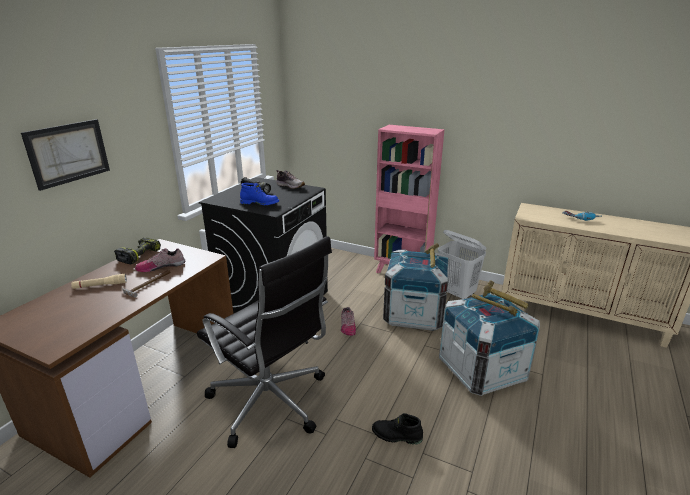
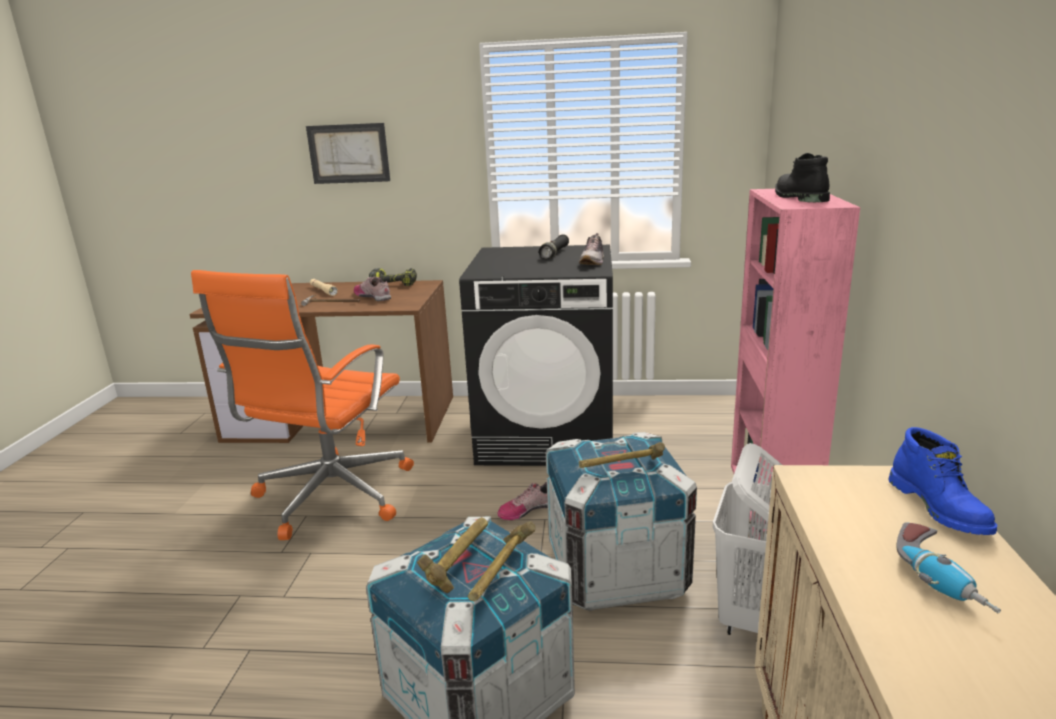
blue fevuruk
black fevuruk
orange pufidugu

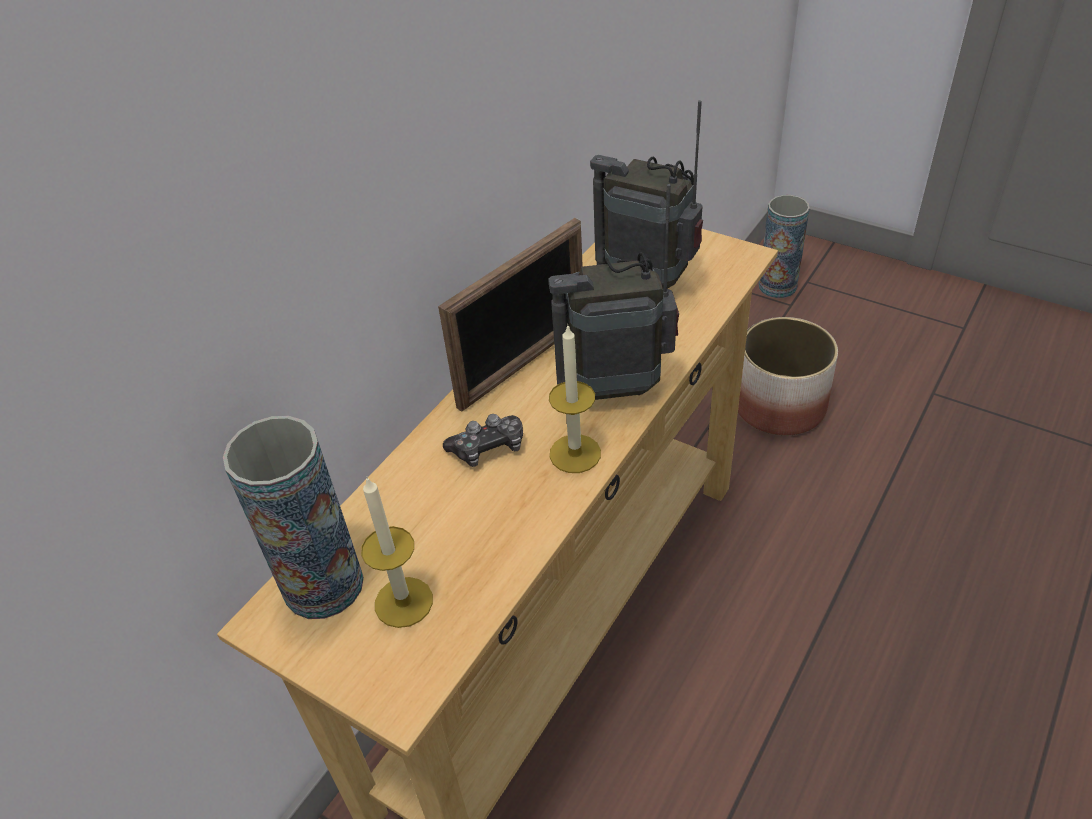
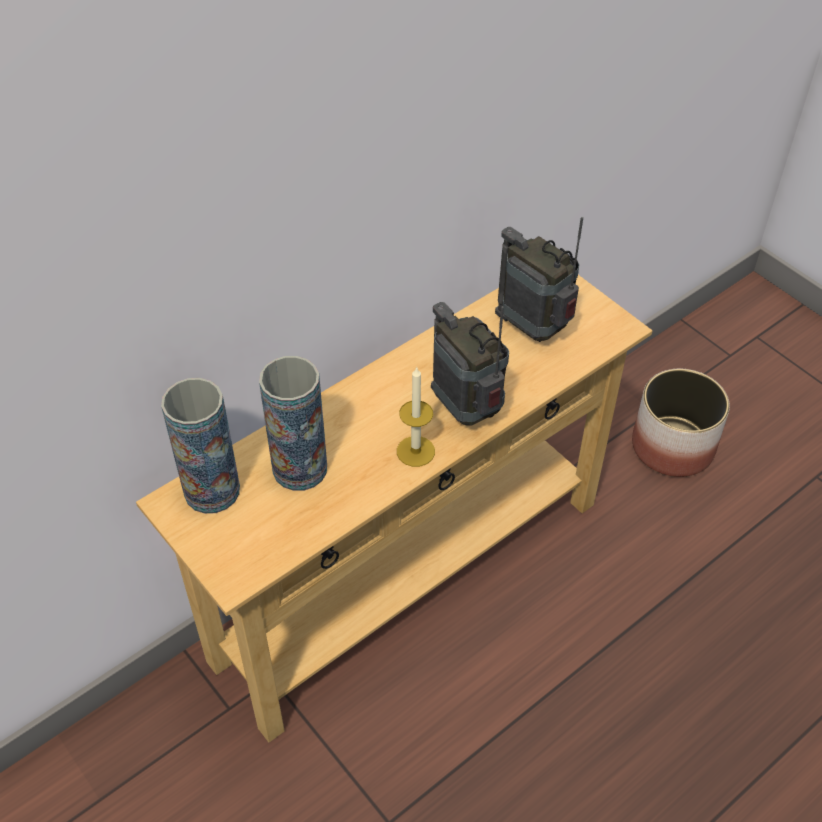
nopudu (1st from left in the first image)
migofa
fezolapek
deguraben (2nd from left)
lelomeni (1st from left)

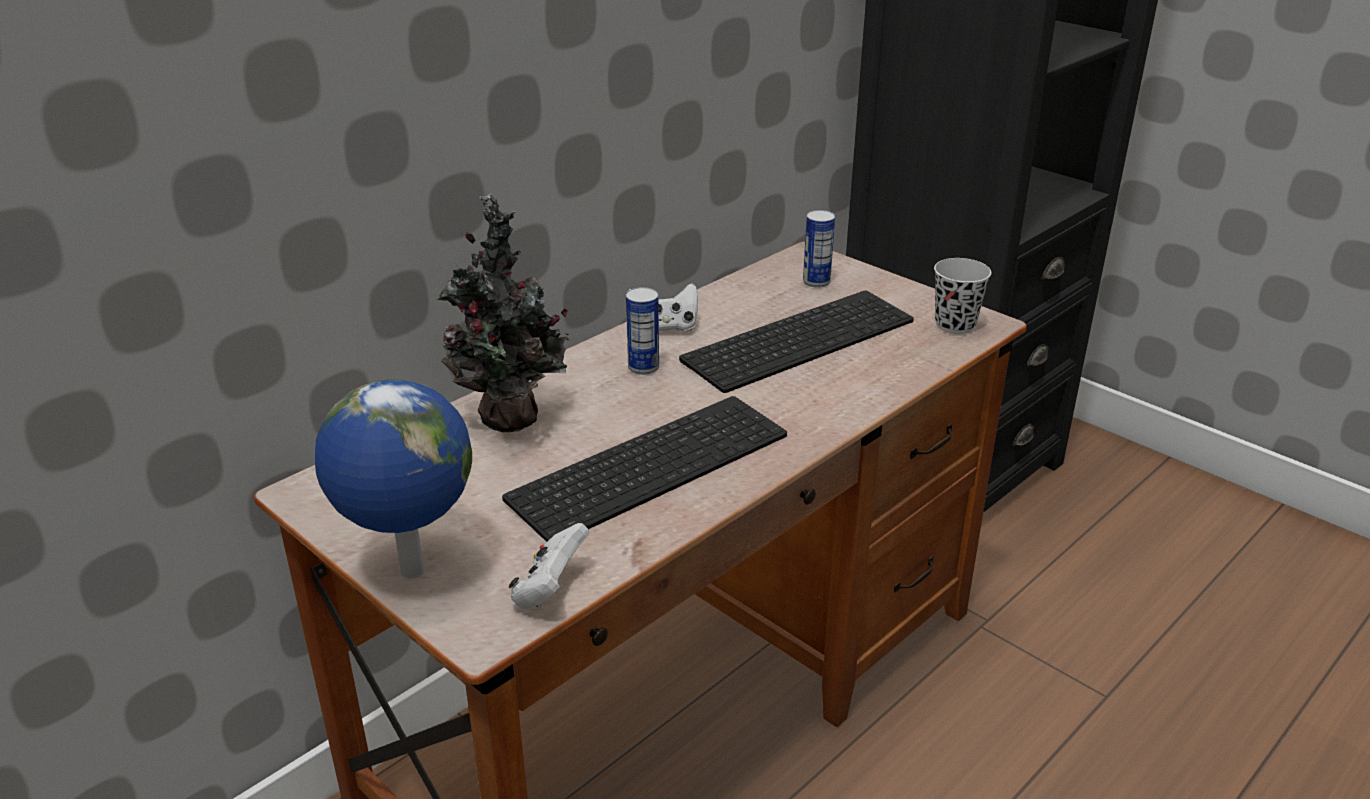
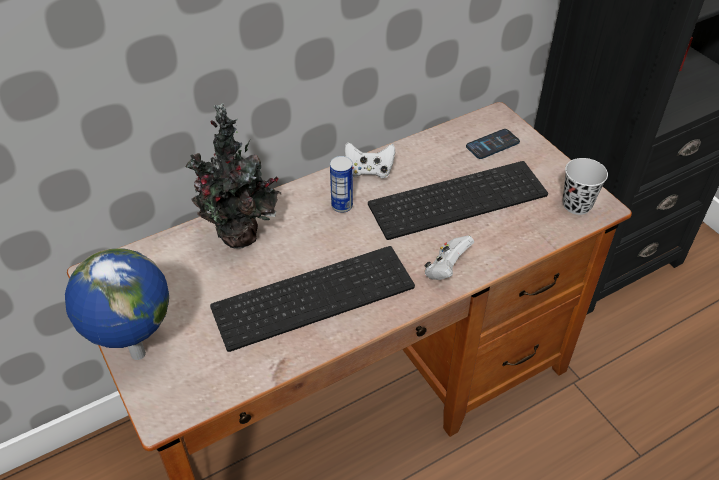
white fezolapek (2nd from left)
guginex

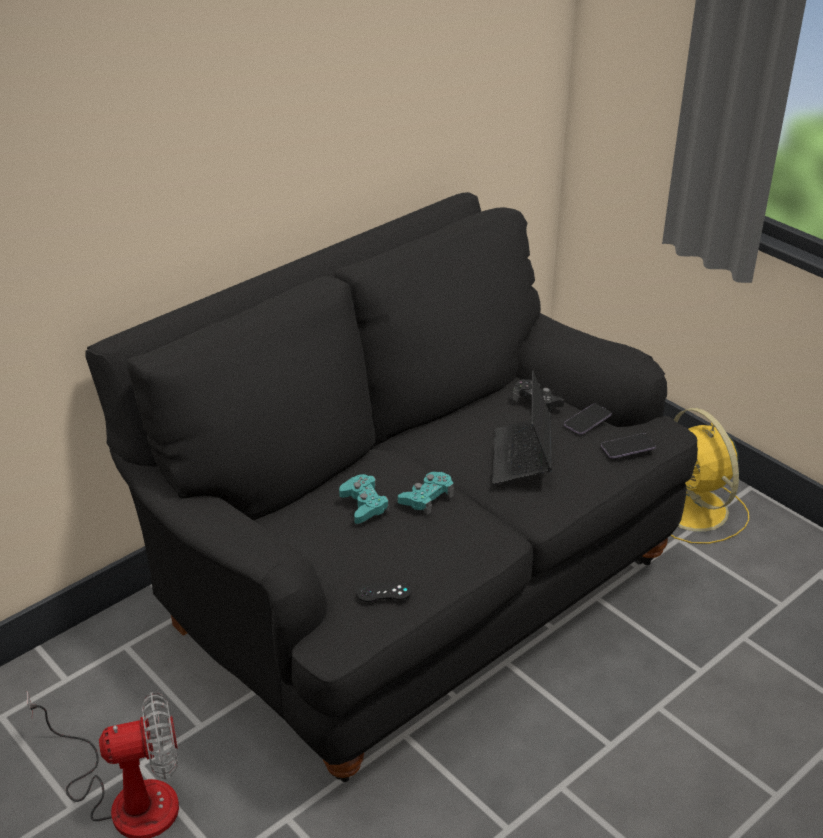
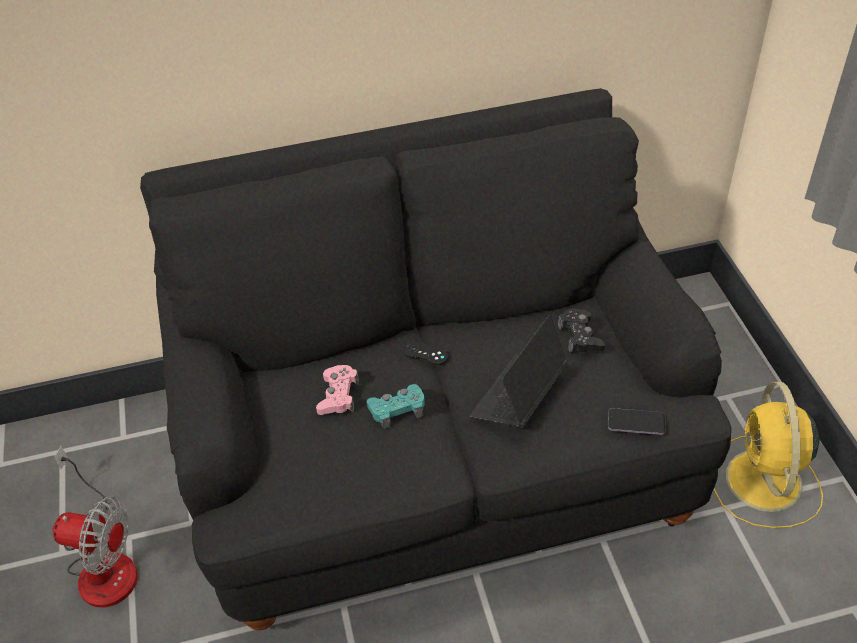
guginex (1st from left in the first image)
black fezolapek (1st from left)
pink fezolapek

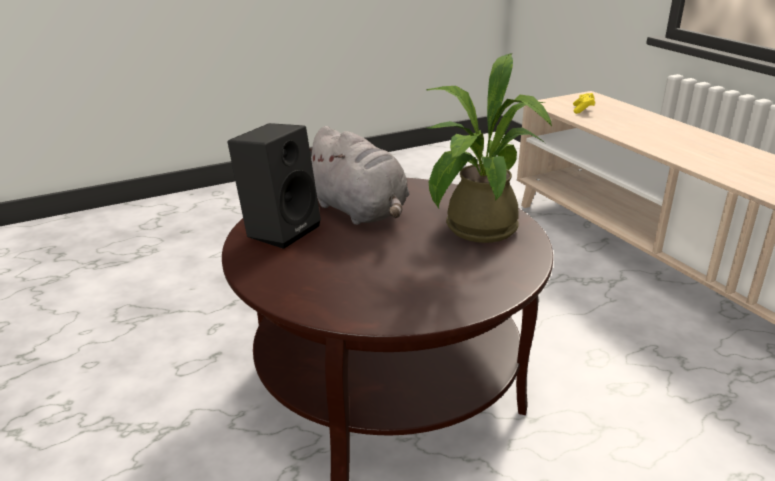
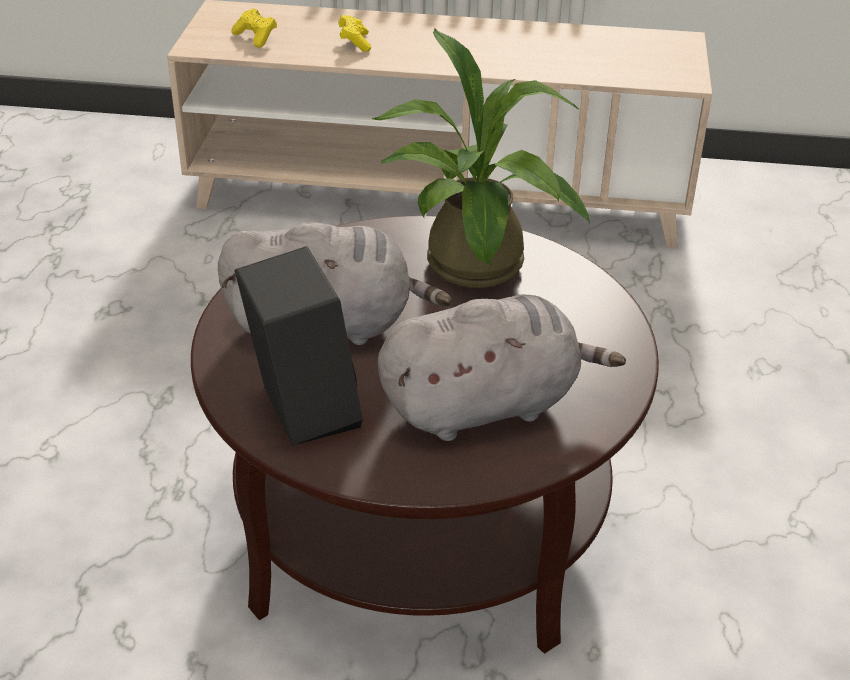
yellow fezolapek (2nd from left)
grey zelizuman (2nd from left)

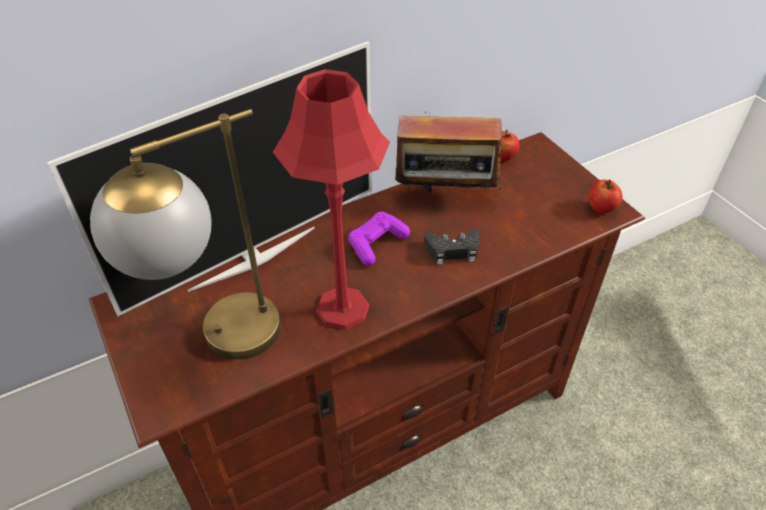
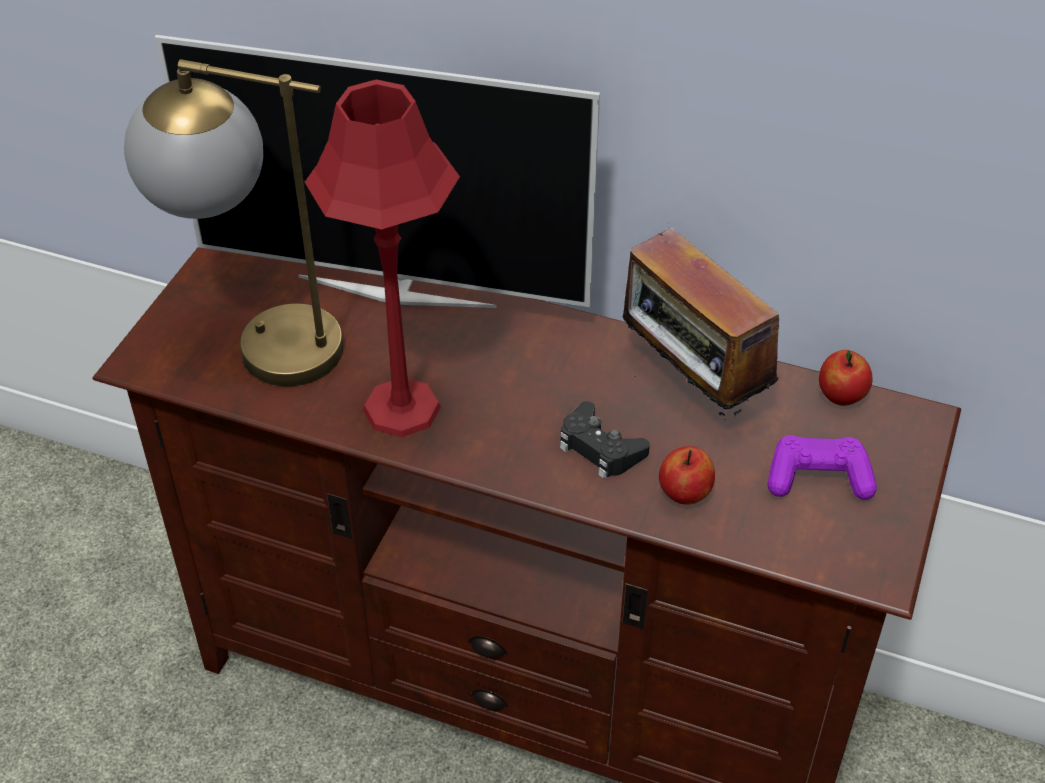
purple fezolapek
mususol (1st from left)

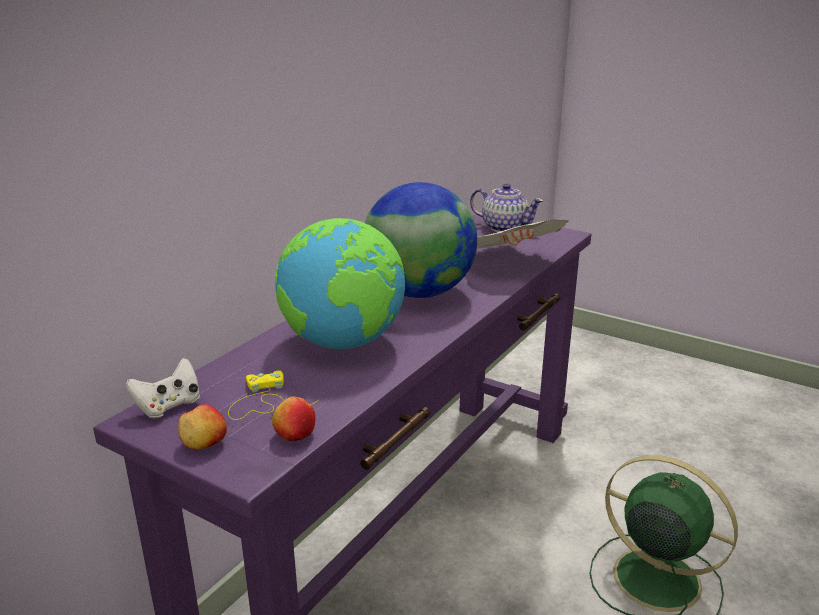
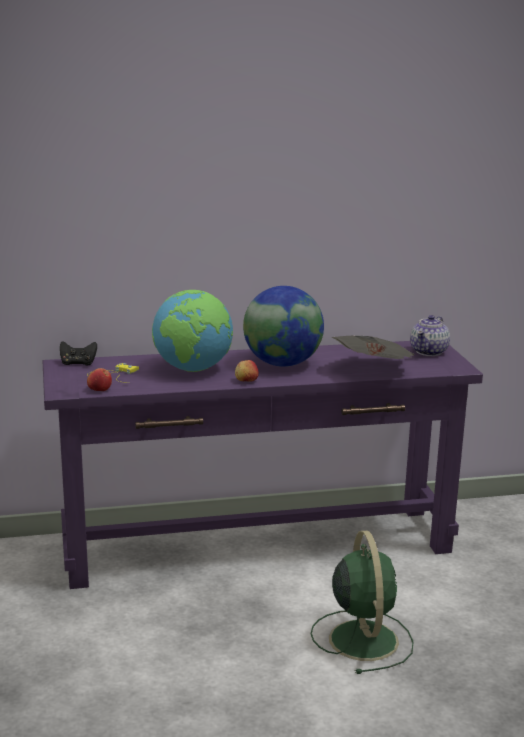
mususol (2nd from left)
black fezolapek
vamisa

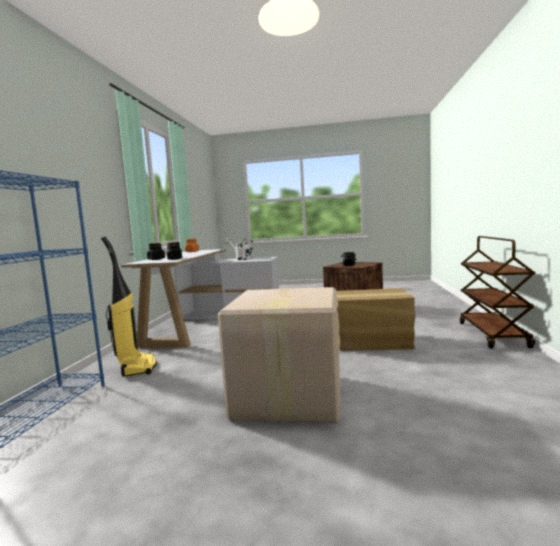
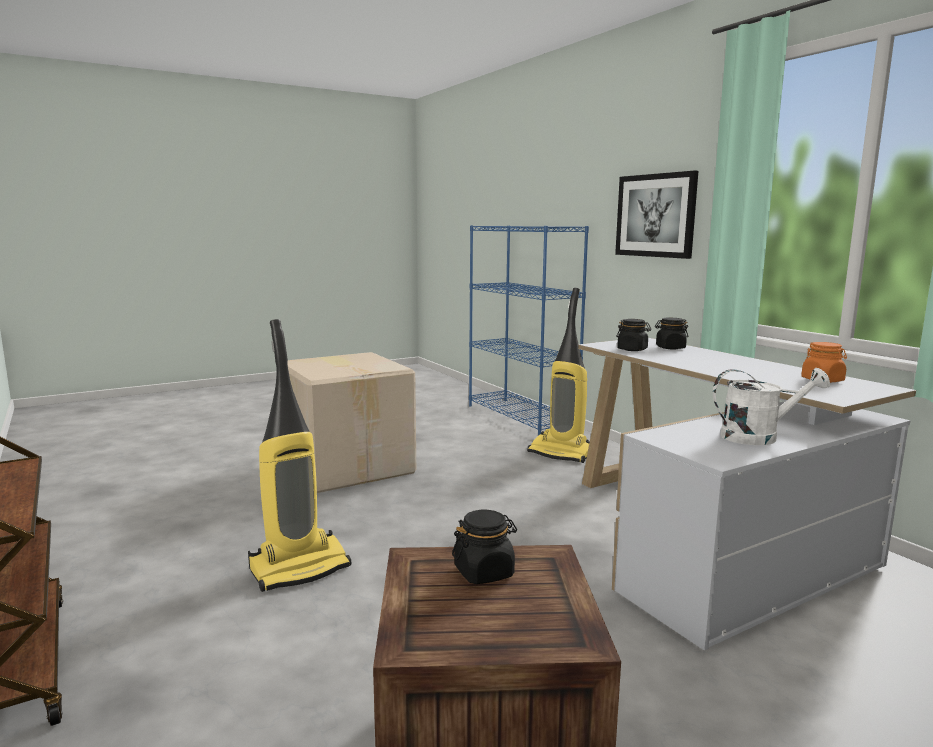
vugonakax
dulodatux (1st from left)

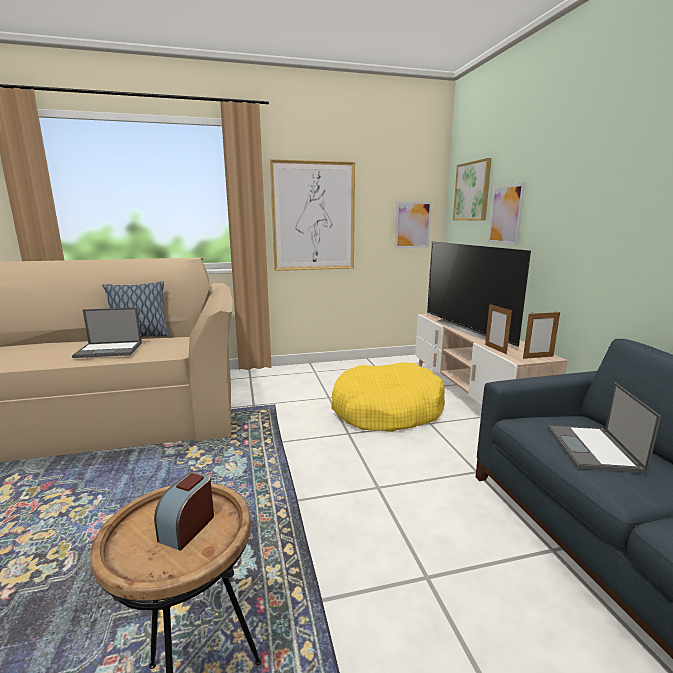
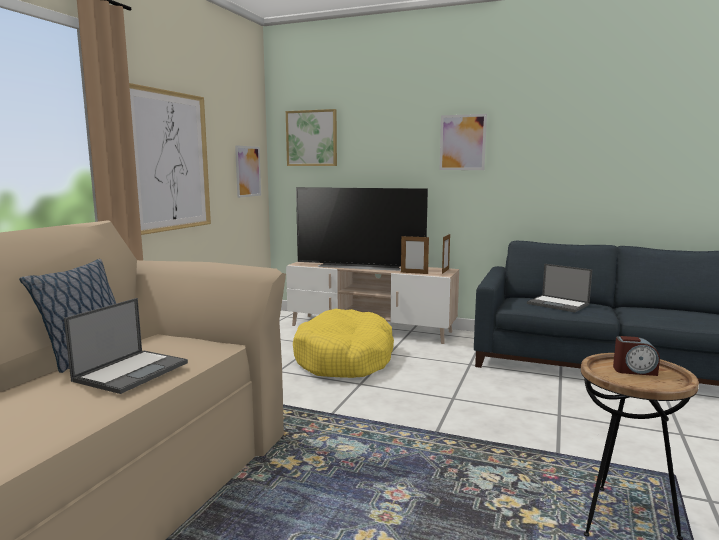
vugonakax (4th from left)
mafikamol

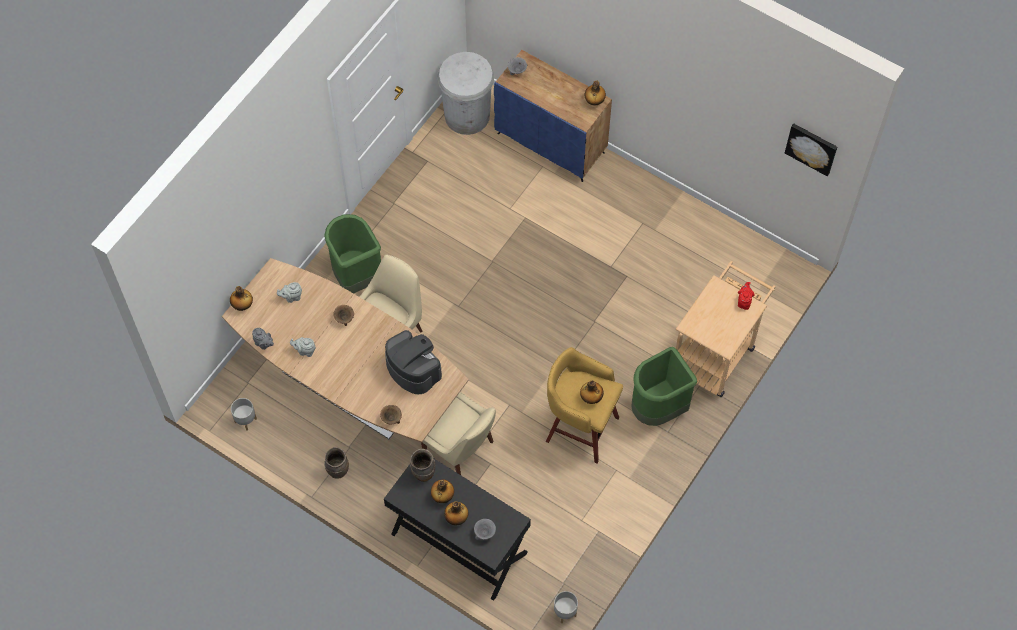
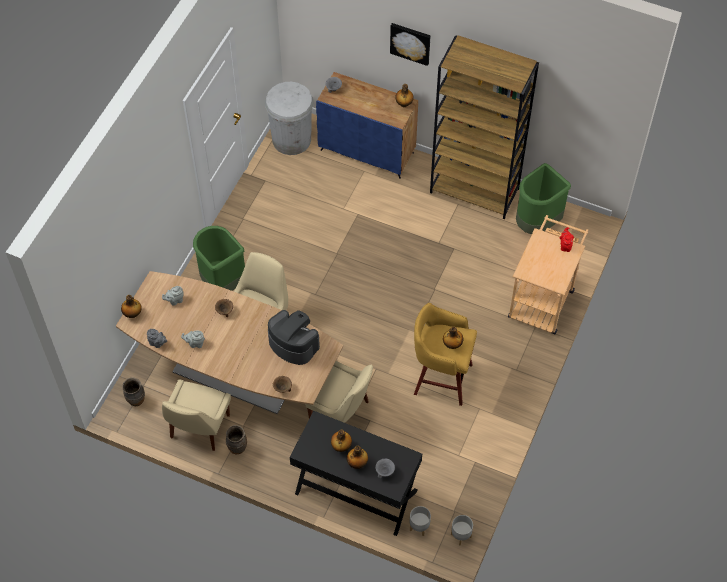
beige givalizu (1st from left)
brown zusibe
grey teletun (1st from left)
brown deguraben (1st from left)
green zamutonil (2nd from left)
vugonakax

